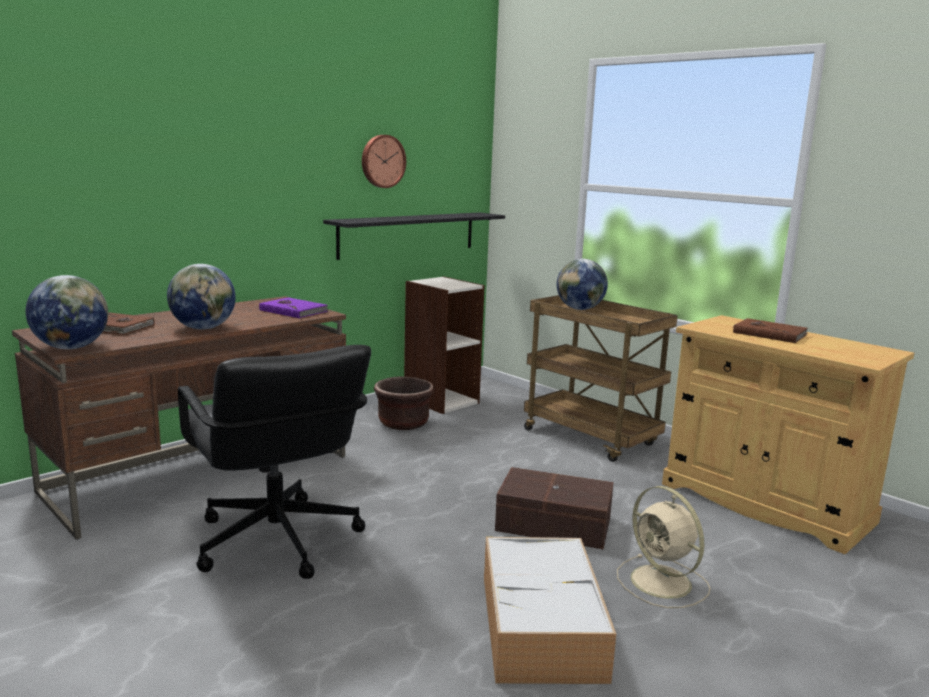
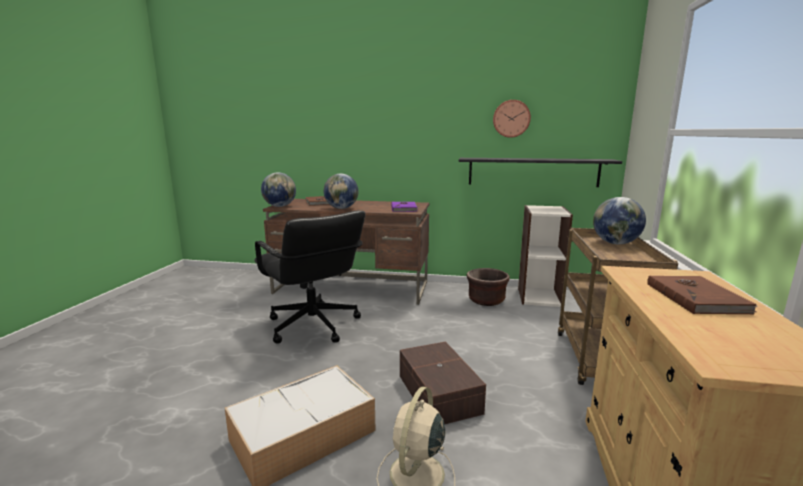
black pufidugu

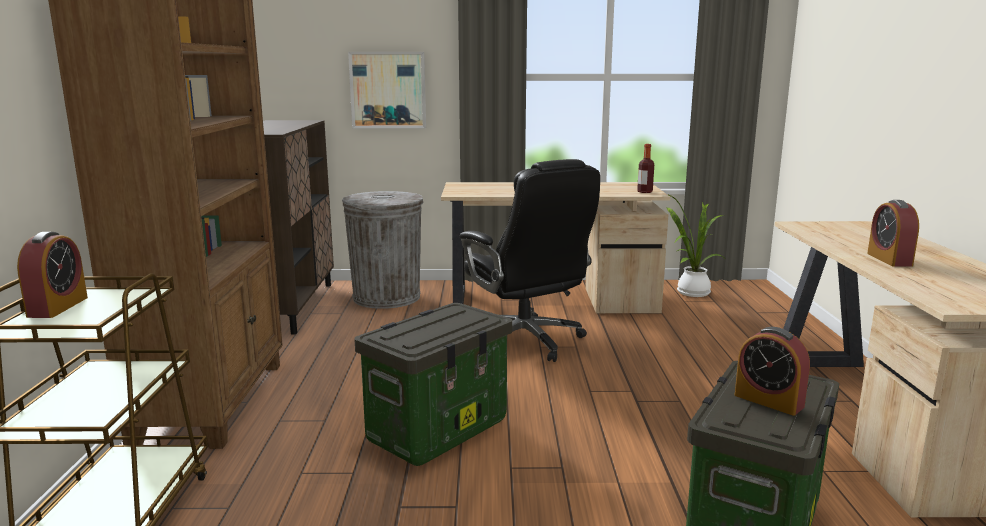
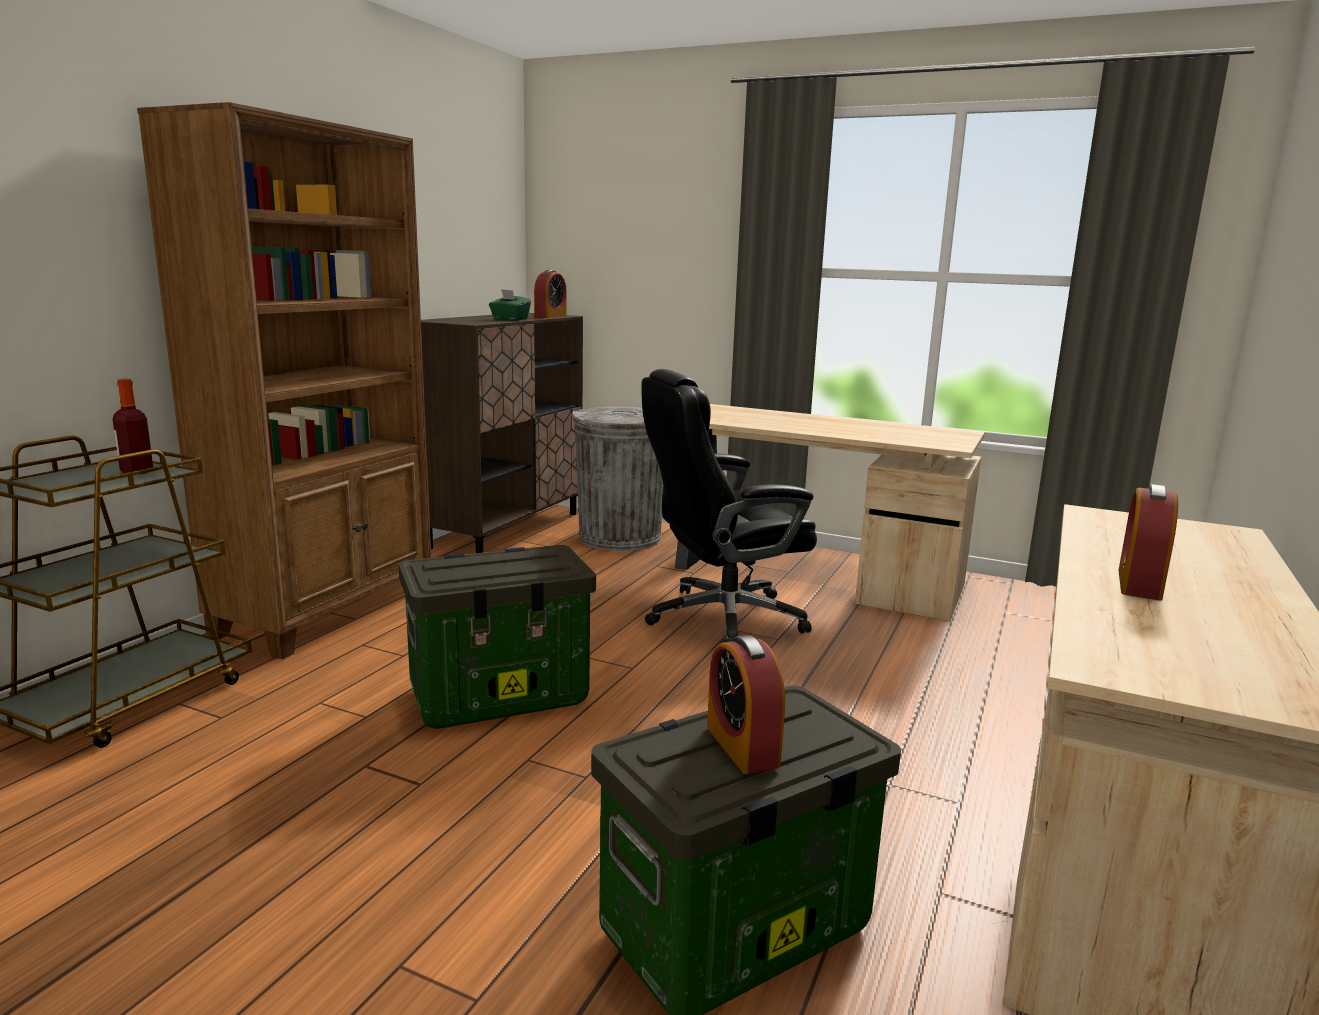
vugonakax
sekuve
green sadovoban
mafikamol (1st from left)
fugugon
black pufidugu

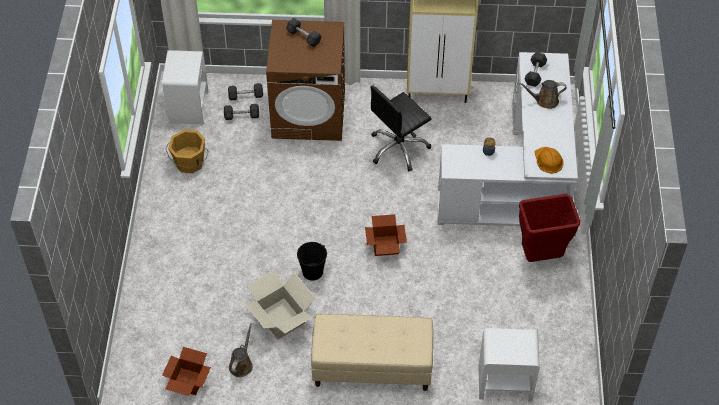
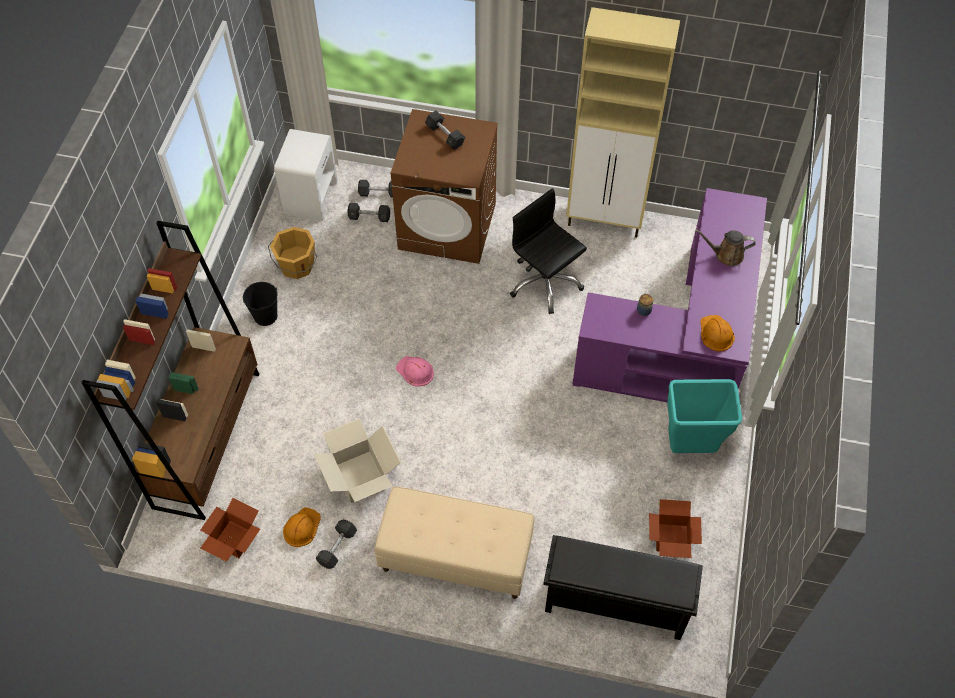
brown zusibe
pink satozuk
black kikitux
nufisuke (3rd from left)
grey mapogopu (1st from left)
orange satozuk (1st from left)
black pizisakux
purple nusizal
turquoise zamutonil
black pufidugu

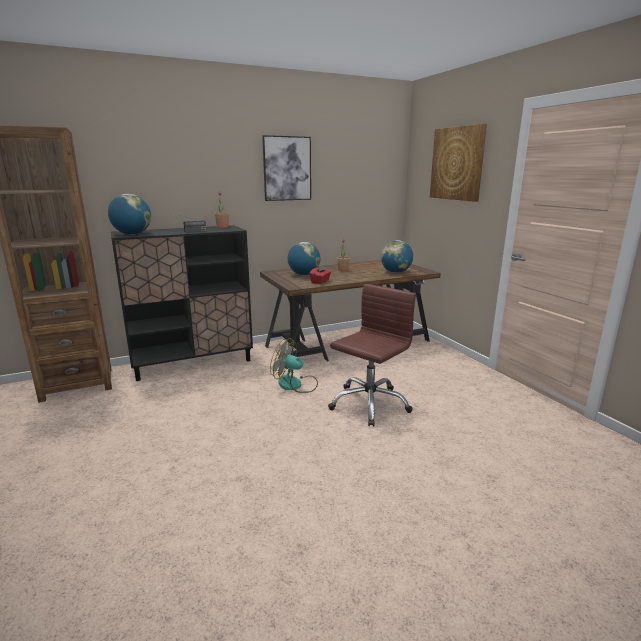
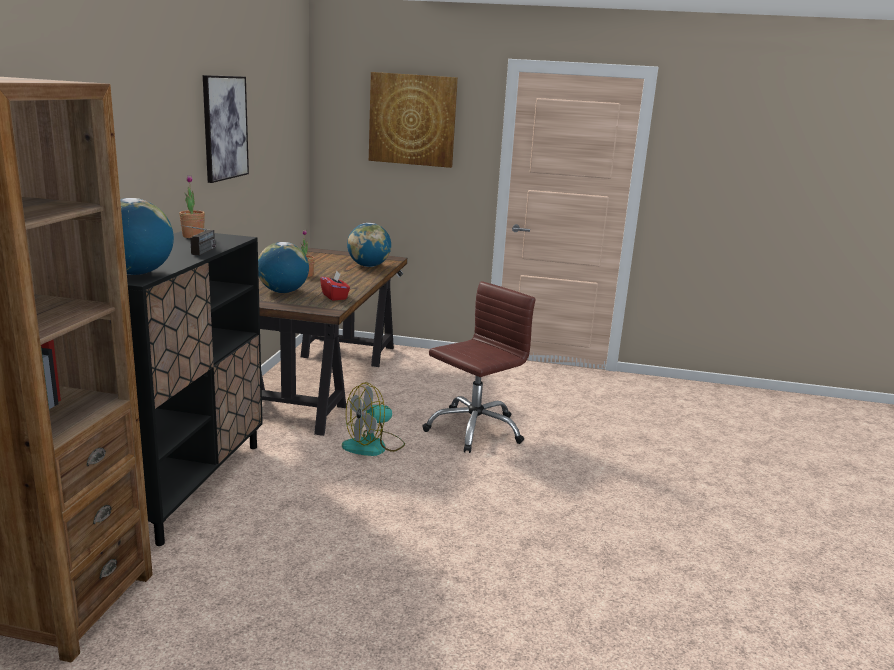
brown pufidugu

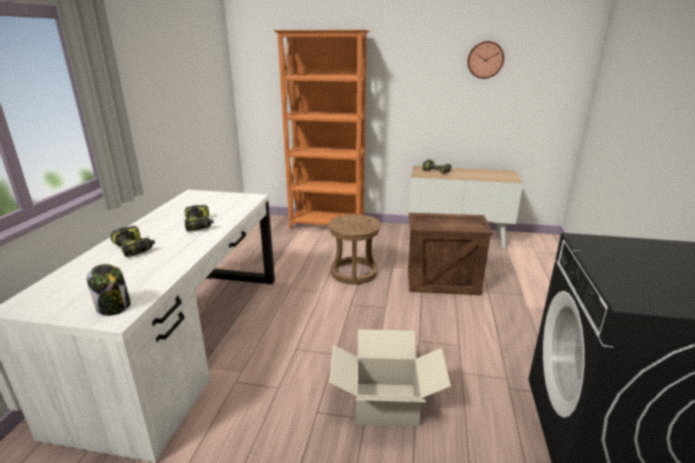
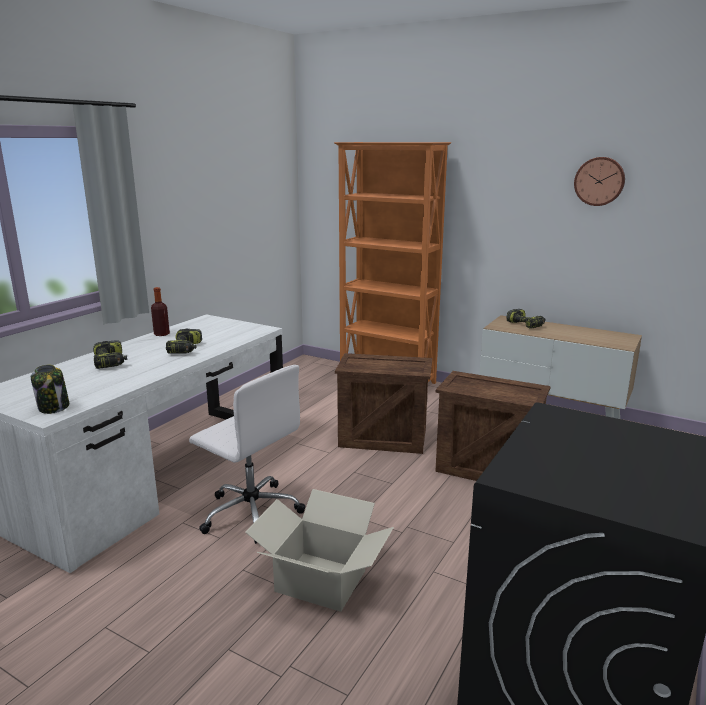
fugugon
white pufidugu
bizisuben (1st from left)

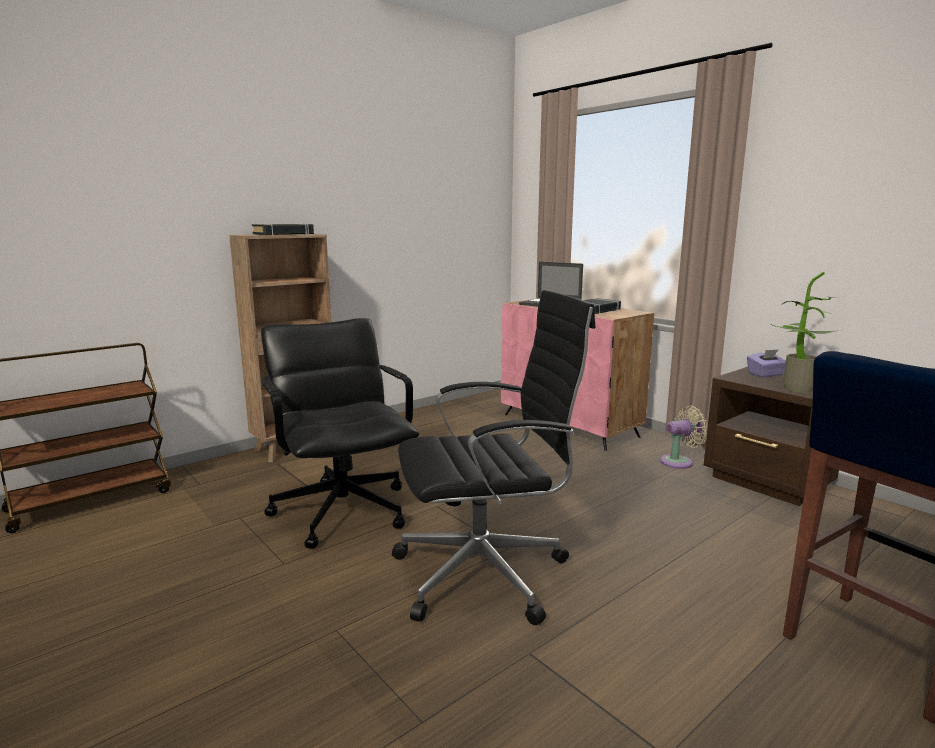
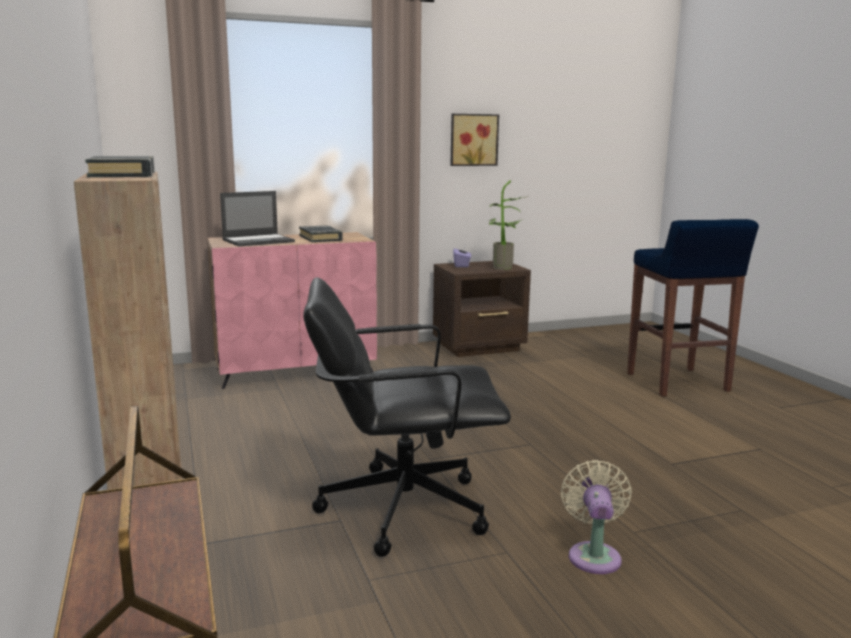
black pufidugu (2nd from left in the first image)
vugonakax
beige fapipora

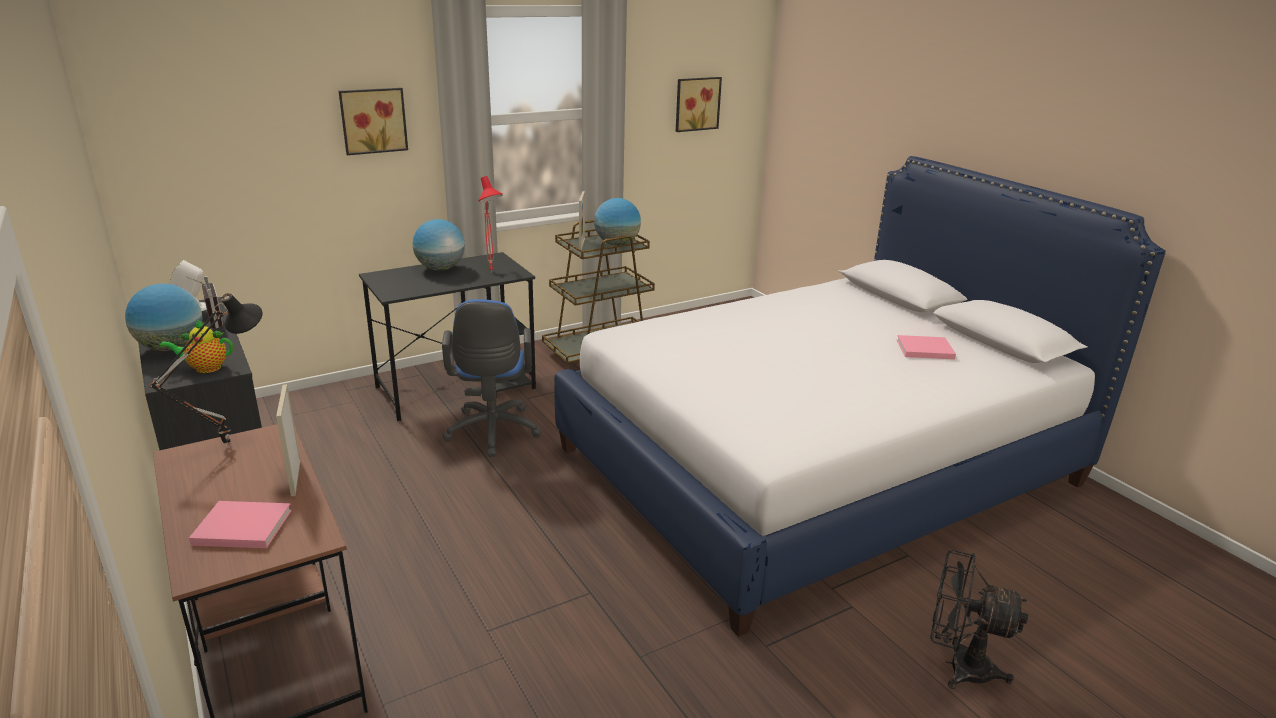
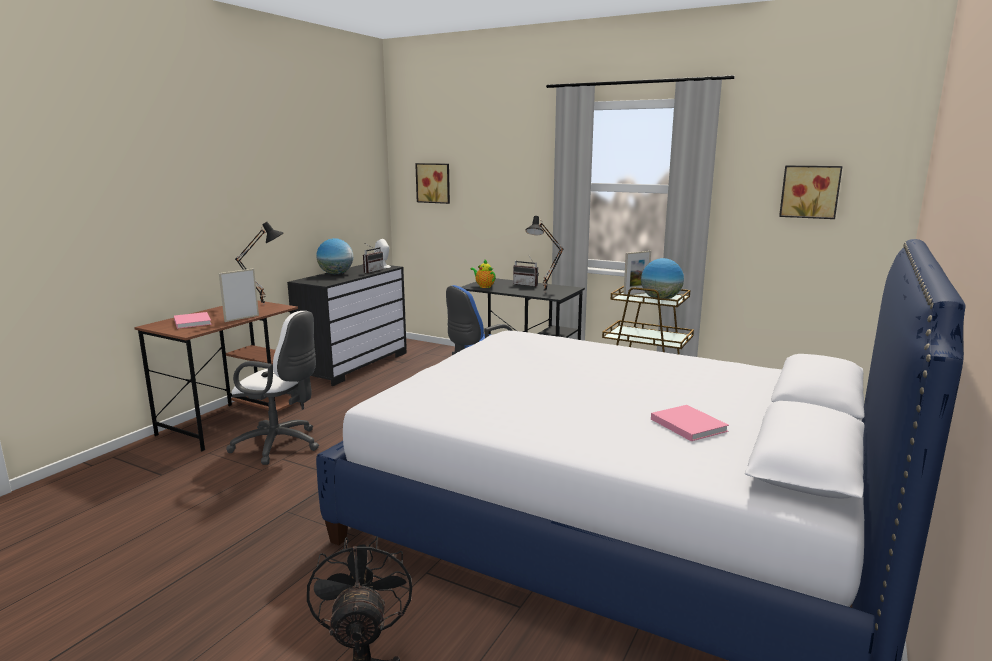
white pufidugu
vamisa
vugonakax (1st from left)
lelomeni (2nd from left)
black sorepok (2nd from left)

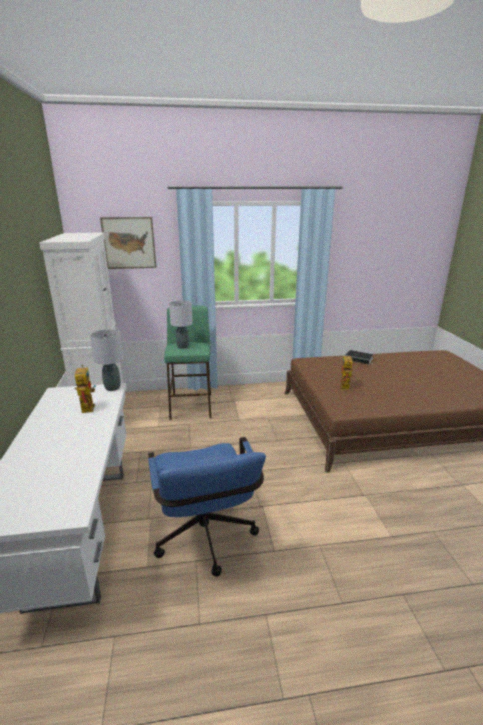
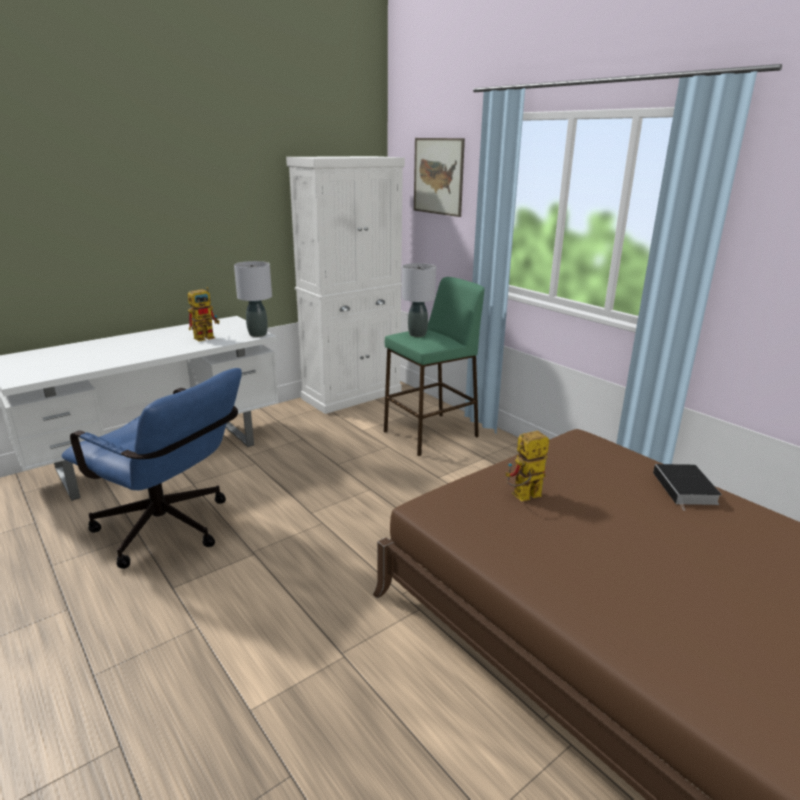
blue pufidugu

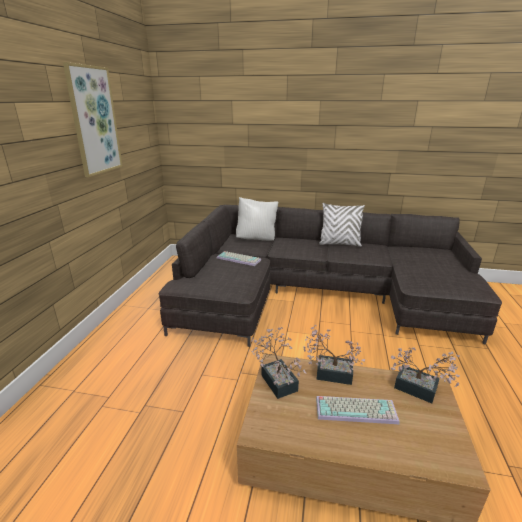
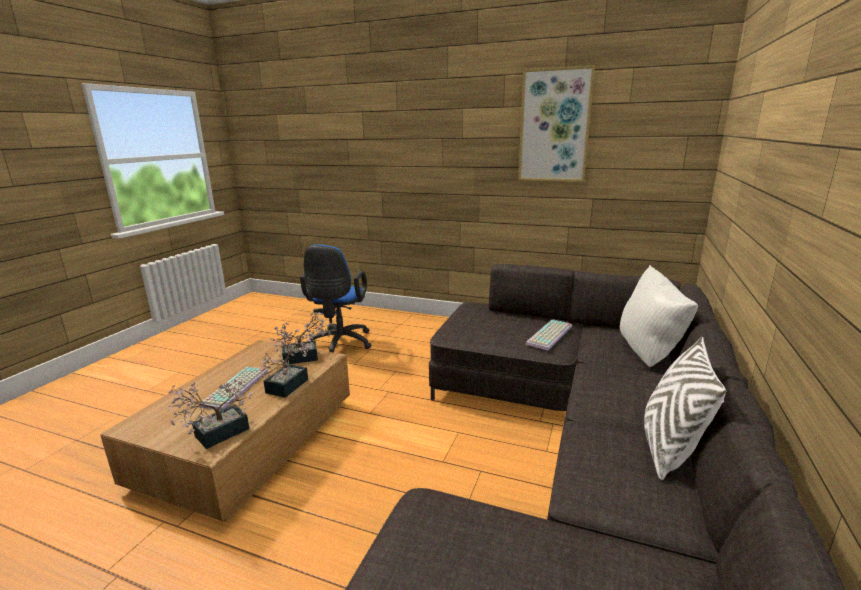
blue pufidugu

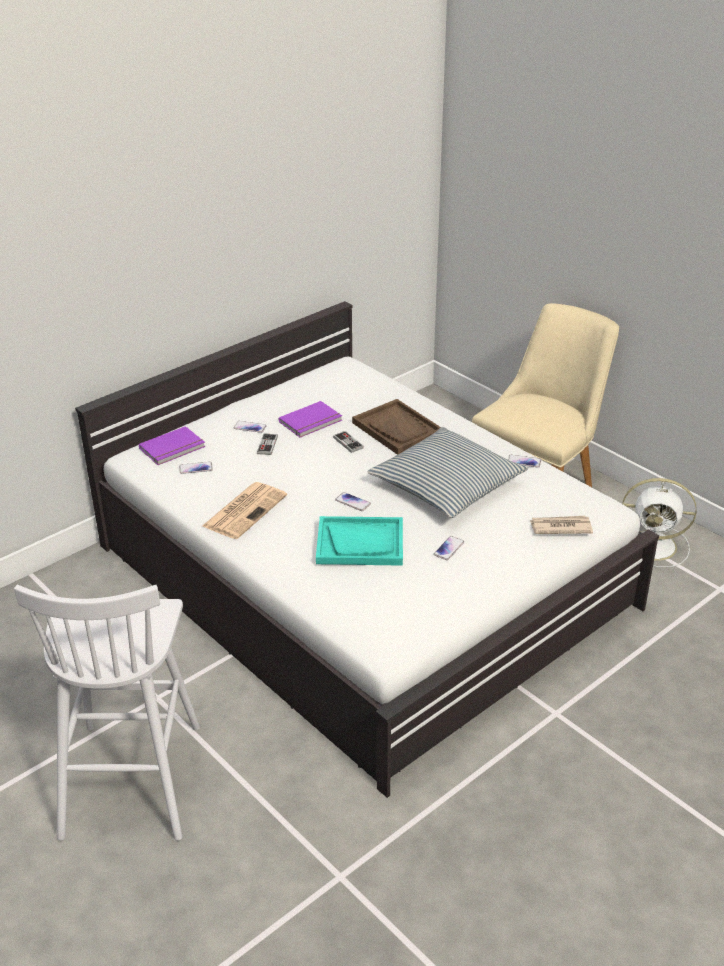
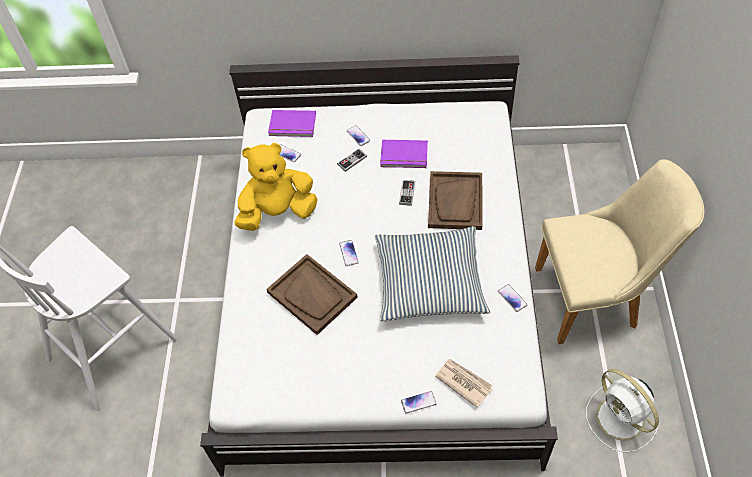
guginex (4th from left)
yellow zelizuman
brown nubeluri (1st from left)

